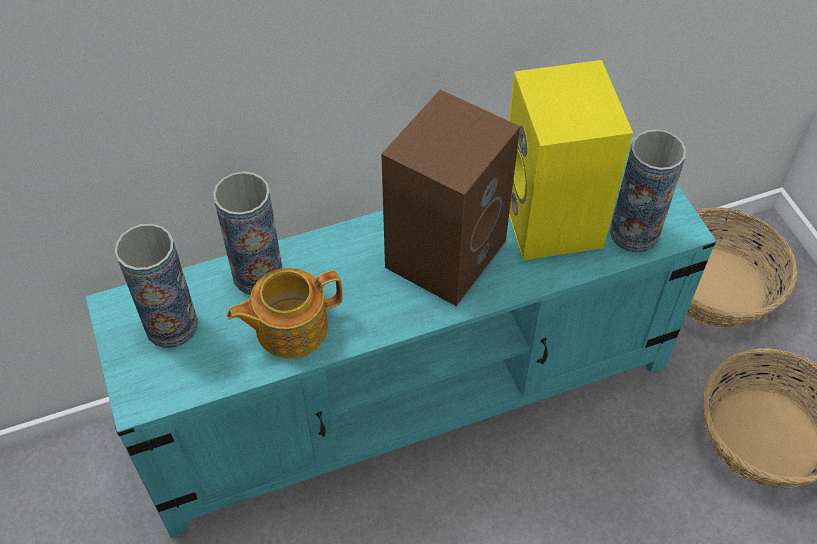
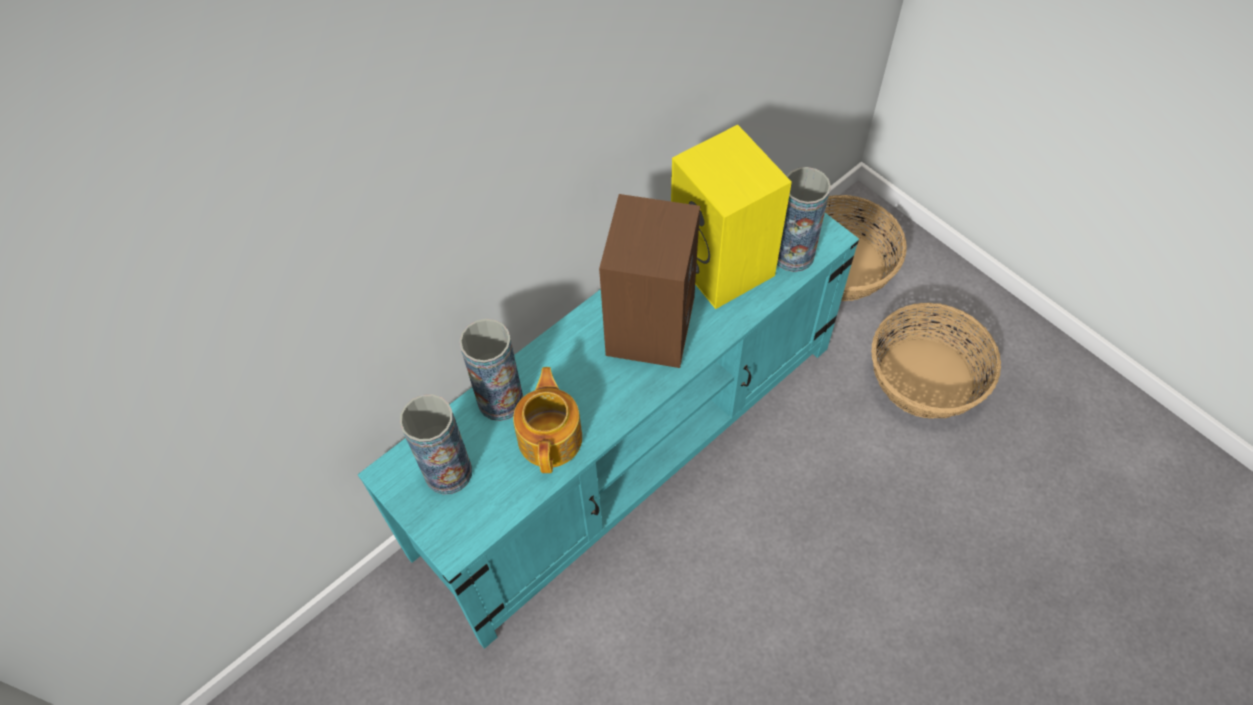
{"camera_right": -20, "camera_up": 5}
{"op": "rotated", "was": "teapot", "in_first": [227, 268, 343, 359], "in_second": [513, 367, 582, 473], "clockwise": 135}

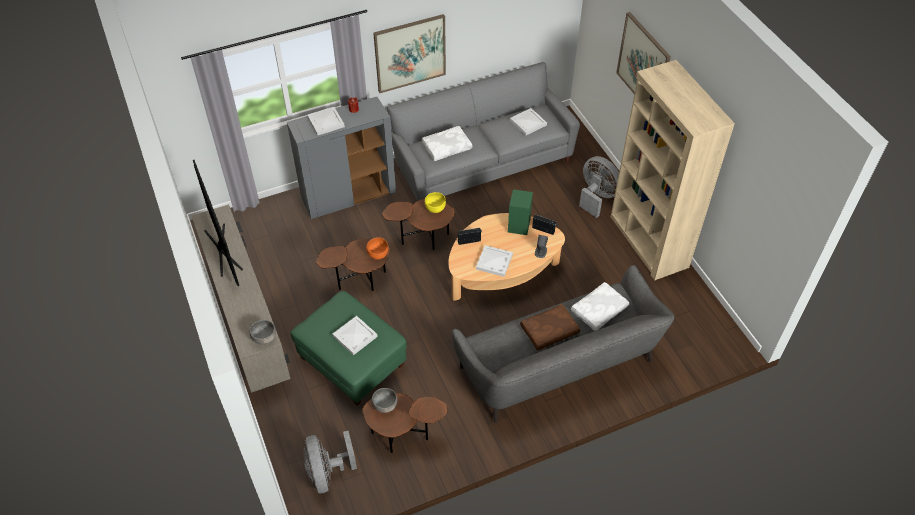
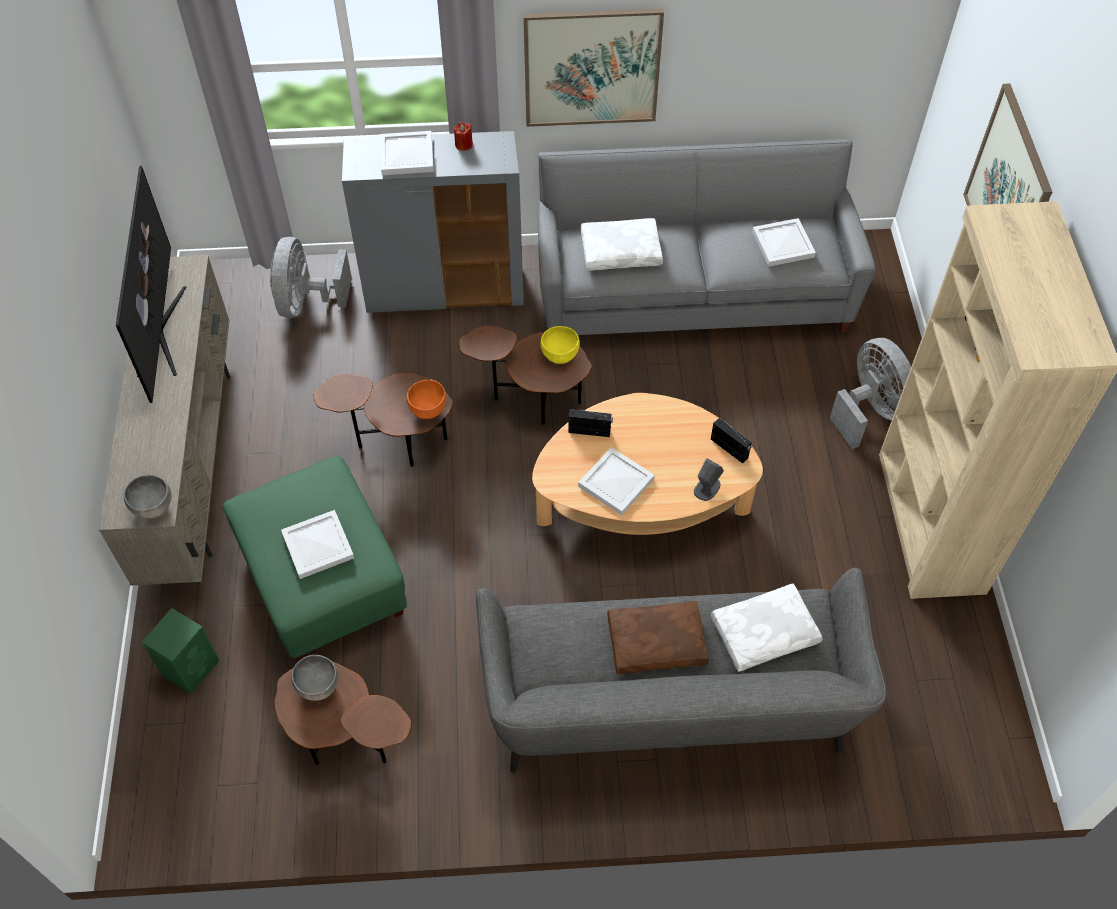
{"camera_right": 20, "camera_up": 5}
{"op": "shifted", "was": "speaker/green", "in_first": [508, 189, 533, 235], "in_second": [142, 608, 220, 694]}
{"op": "shifted", "was": "fan/grey", "in_first": [304, 431, 357, 493], "in_second": [270, 237, 352, 318]}

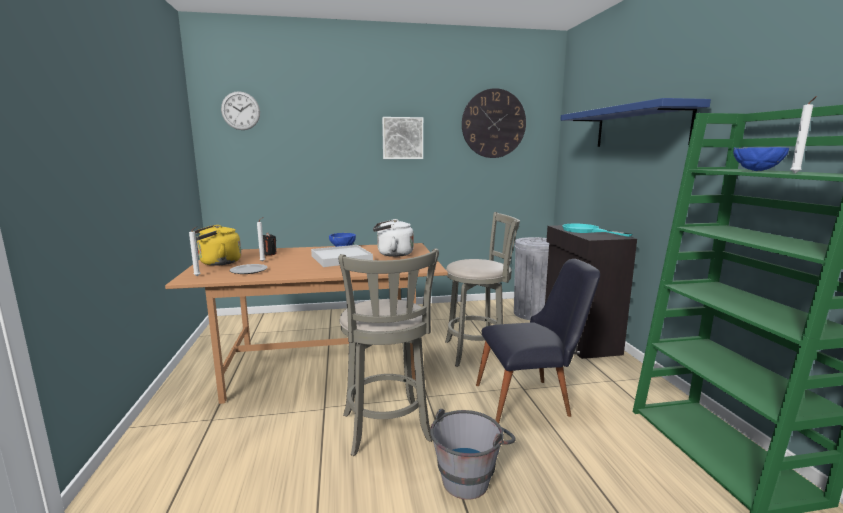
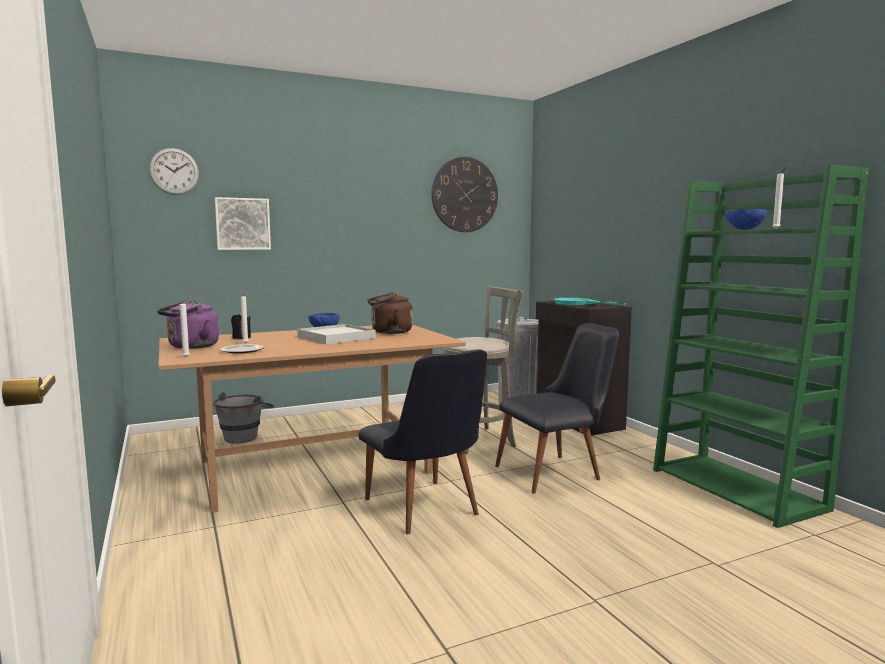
{"camera_right": -15, "camera_up": -5}
{"op": "repainted", "was": "kettle/yellow", "now": "kettle/purple", "in_first": [192, 225, 241, 266], "in_second": [157, 300, 219, 349]}
{"op": "shifted", "was": "bucket/grey", "in_first": [430, 409, 516, 500], "in_second": [213, 392, 274, 444]}
{"op": "shifted", "was": "picture", "in_first": [382, 117, 423, 159], "in_second": [215, 197, 271, 250]}
{"op": "swapped", "was": "stool/grey", "now": "chair/black", "in_first": [338, 248, 439, 456], "in_second": [358, 349, 487, 534]}
{"op": "repainted", "was": "kettle/white", "now": "kettle/brown", "in_first": [373, 219, 414, 257], "in_second": [367, 292, 413, 334]}
{"op": "gone", "was": "shelf/blue", "in_first": [560, 98, 711, 147]}

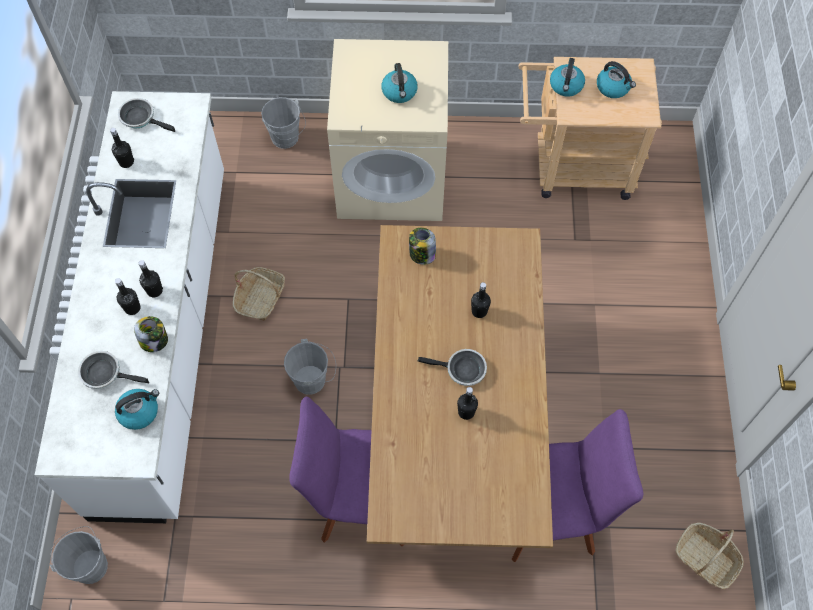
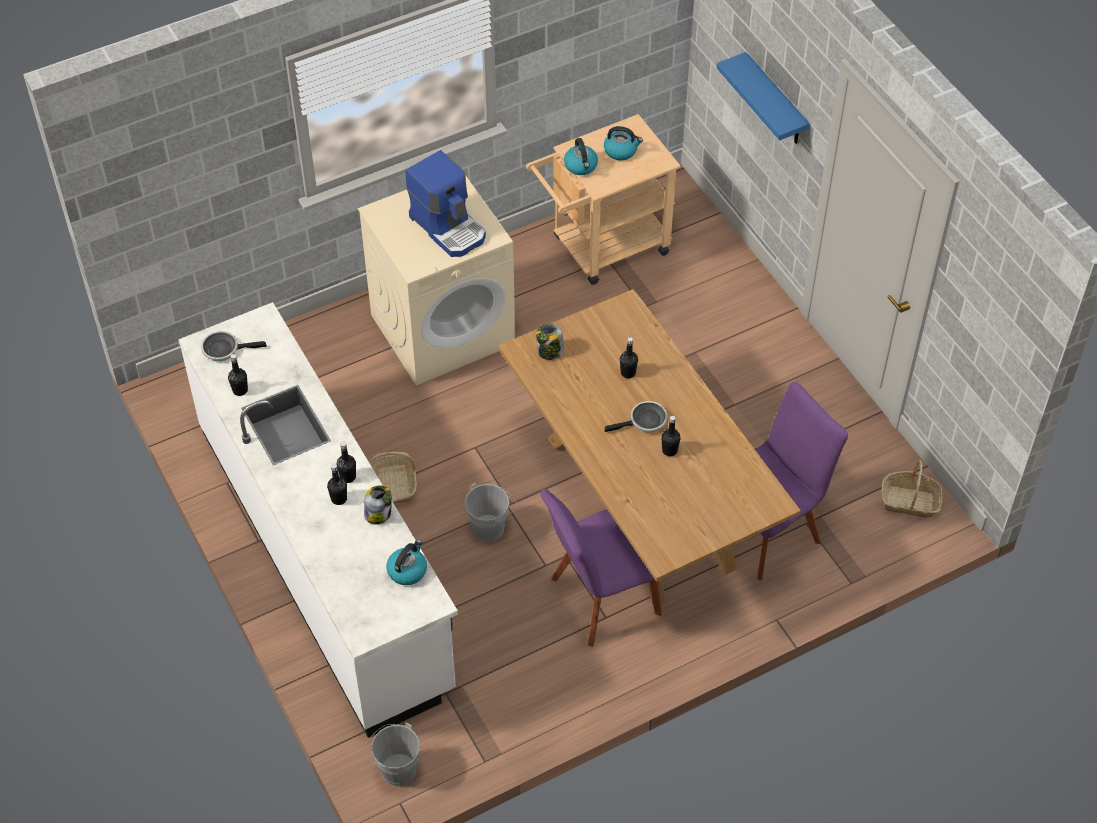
{"camera_right": -30, "camera_up": -10}
{"op": "swapped", "was": "kettle", "now": "coffee machine", "in_first": [381, 63, 418, 103], "in_second": [405, 150, 486, 257]}
{"op": "new", "now": "shelf/blue", "in_second": [717, 52, 810, 144]}
{"op": "gone", "was": "frying pan", "in_first": [78, 351, 149, 389]}
{"op": "gone", "was": "bucket/grey", "in_first": [261, 97, 306, 149]}

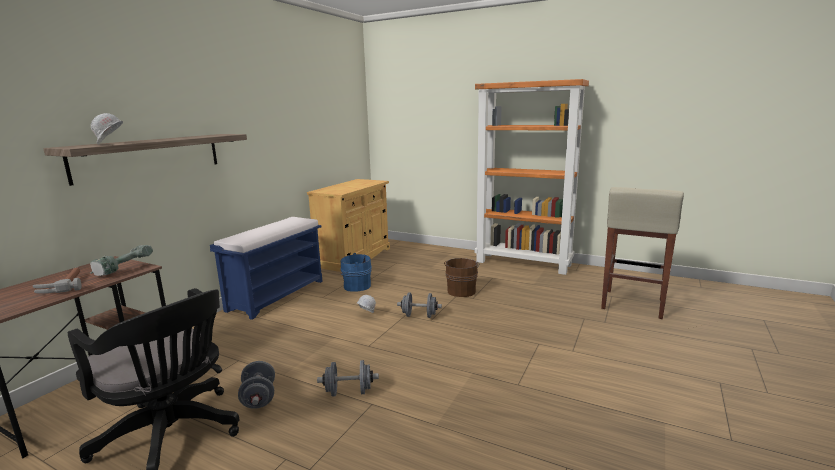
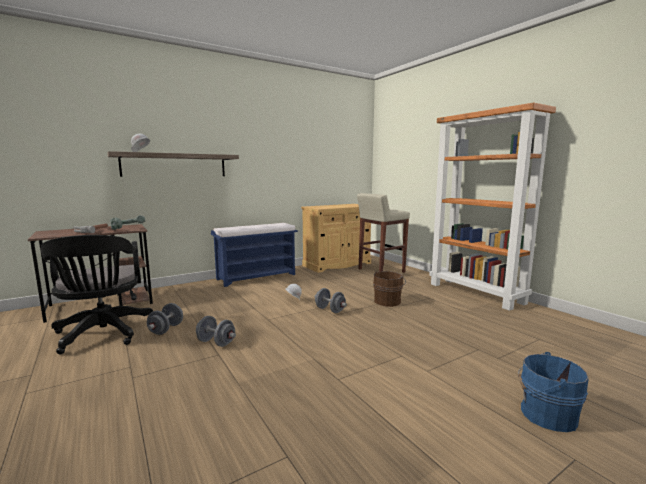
{"camera_right": 30, "camera_up": -5}
{"op": "shifted", "was": "stool/beige", "in_first": [601, 187, 684, 319], "in_second": [357, 193, 410, 273]}
{"op": "shifted", "was": "bucket/blue", "in_first": [340, 253, 372, 292], "in_second": [518, 352, 589, 432]}

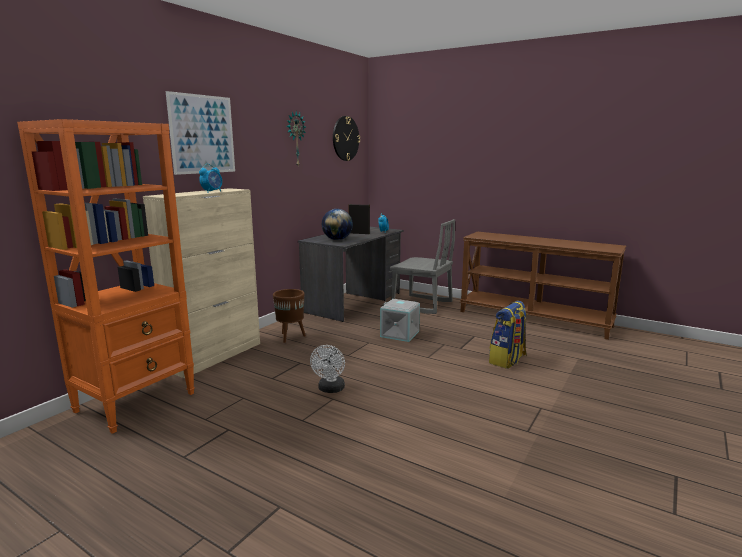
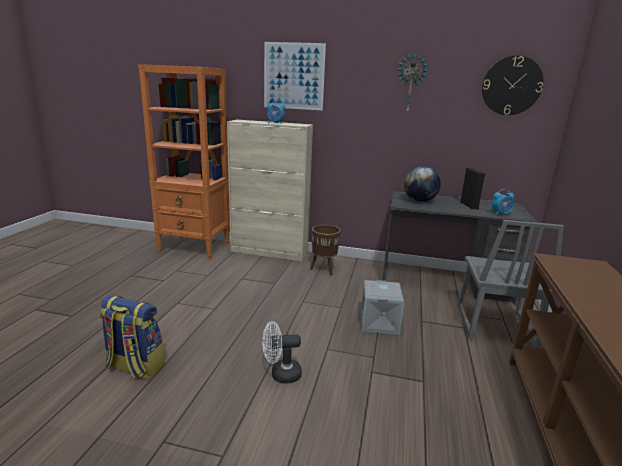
{"camera_right": 70, "camera_up": 5}
{"op": "shifted", "was": "backpack", "in_first": [489, 301, 527, 369], "in_second": [100, 295, 165, 380]}
{"op": "shifted", "was": "fan/white", "in_first": [310, 345, 345, 393], "in_second": [262, 321, 302, 383]}

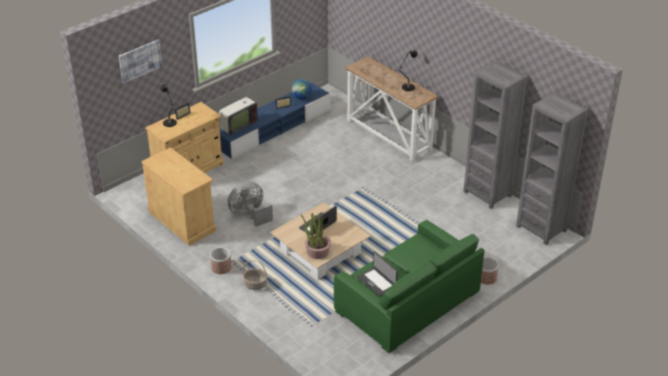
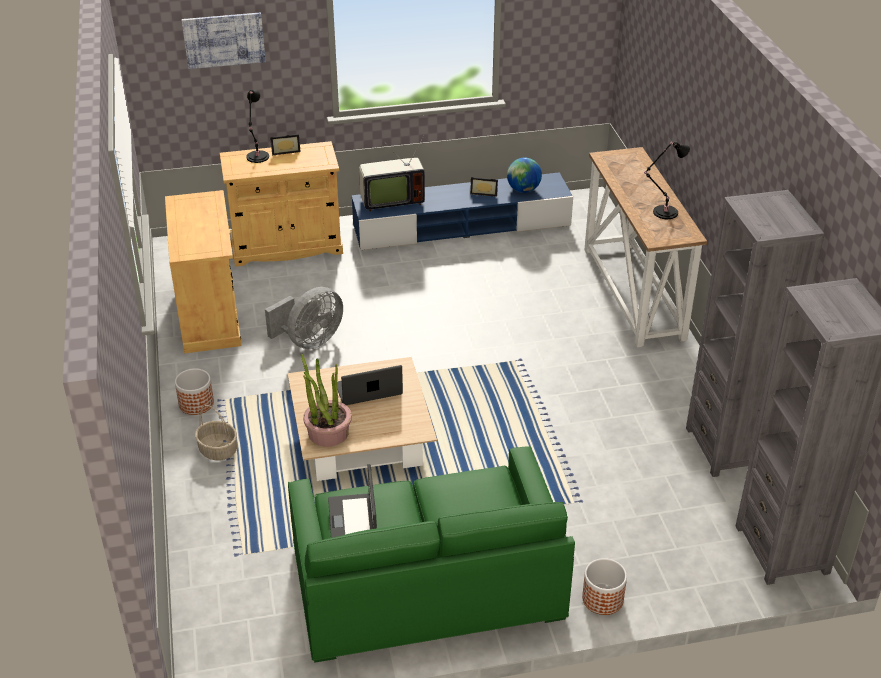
{"camera_right": 30, "camera_up": 0}
{"op": "rotated", "was": "fan/grey", "in_first": [227, 181, 273, 227], "in_second": [265, 287, 343, 349], "clockwise": 135}

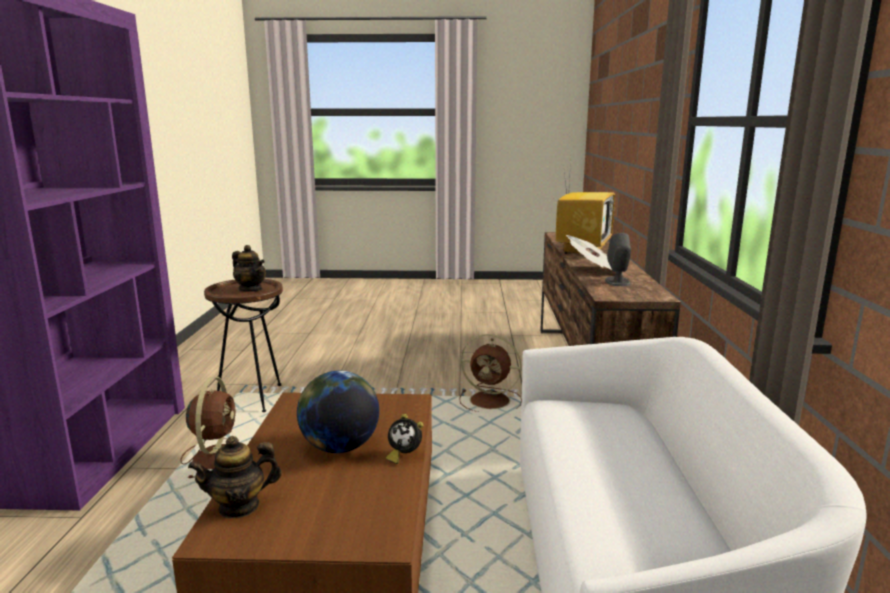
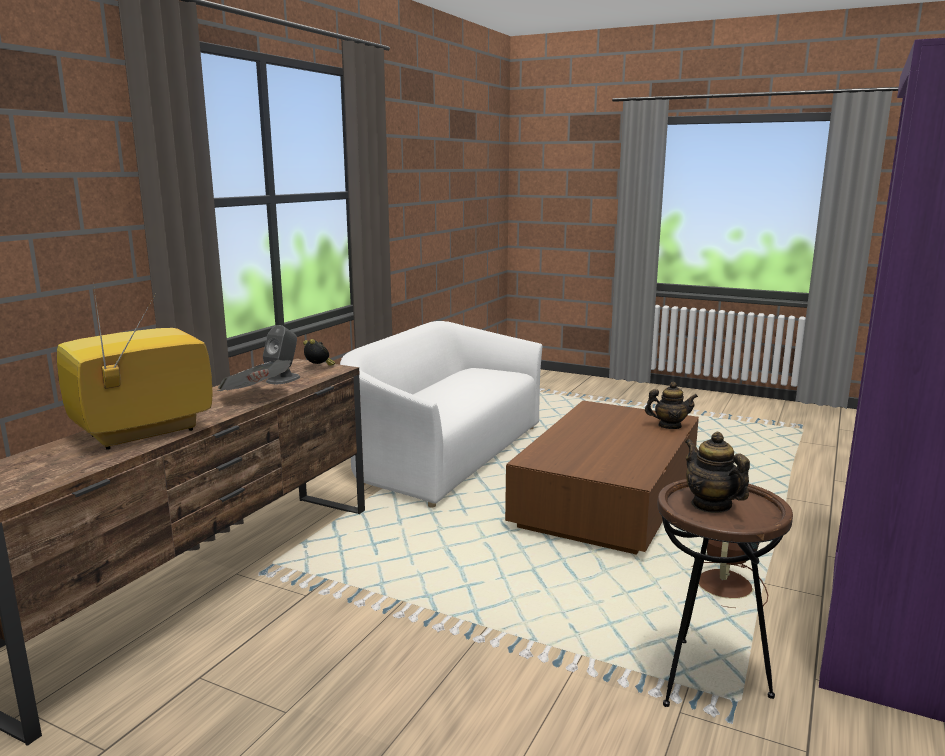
{"camera_right": -155, "camera_up": 0}
{"op": "shifted", "was": "alarm clock", "in_first": [386, 414, 423, 464], "in_second": [303, 339, 335, 366]}
{"op": "gone", "was": "globe", "in_first": [297, 371, 379, 453]}
{"op": "gone", "was": "fan/brown", "in_first": [459, 334, 522, 412]}

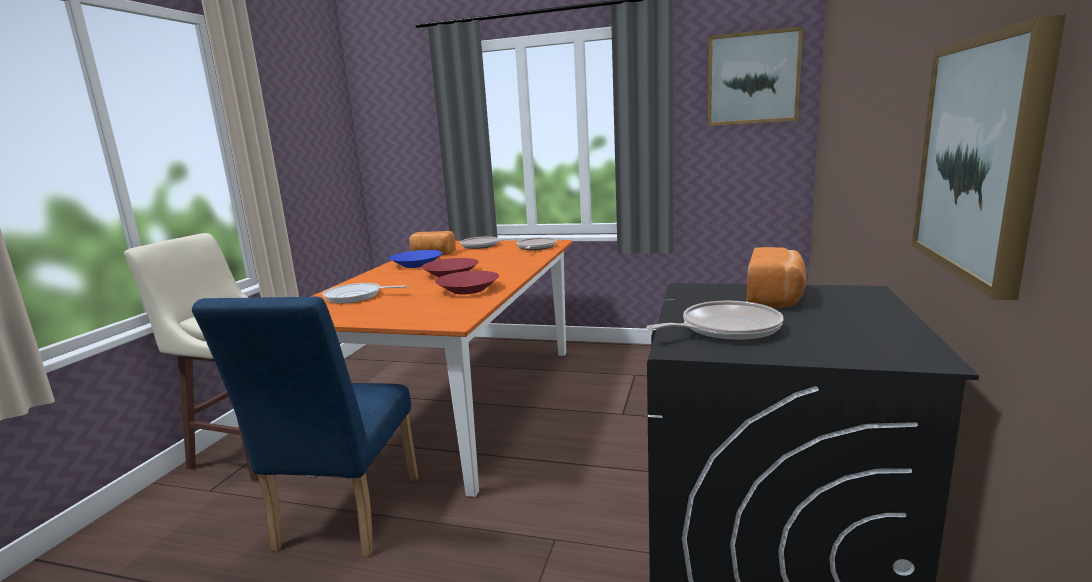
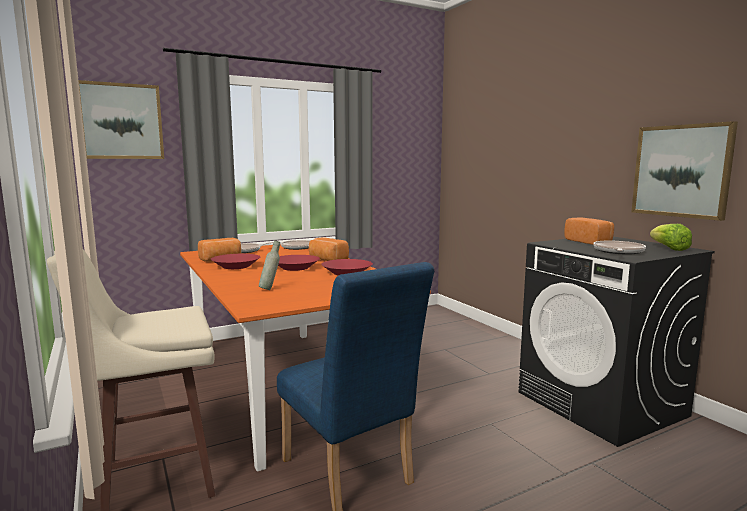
{"camera_right": -45, "camera_up": -5}
{"op": "shifted", "was": "picture", "in_first": [708, 26, 803, 126], "in_second": [78, 80, 164, 159]}
{"op": "repainted", "was": "bowl/blue", "now": "bowl/red", "in_first": [389, 250, 442, 268], "in_second": [211, 254, 260, 269]}
{"op": "swapped", "was": "frying pan", "now": "bottle/grey", "in_first": [322, 283, 407, 303], "in_second": [259, 240, 280, 290]}
{"op": "new", "now": "bread", "in_second": [309, 238, 349, 261]}
{"op": "new", "now": "lettuce", "in_second": [650, 224, 692, 251]}

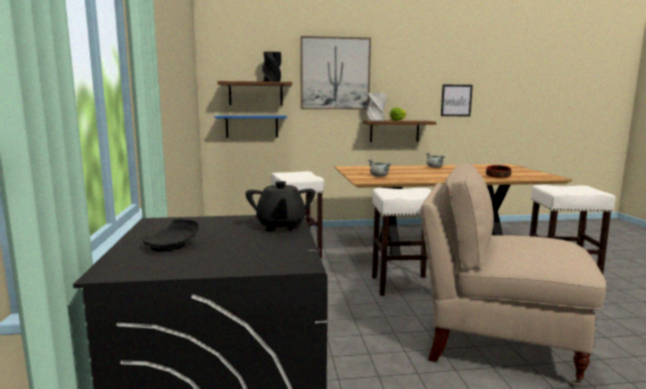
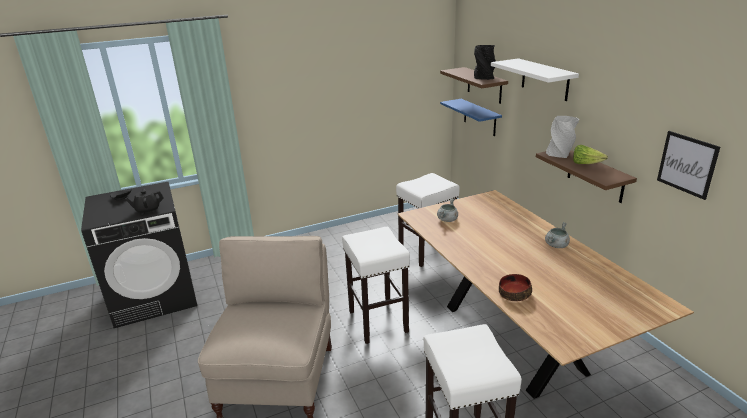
{"camera_right": 75, "camera_up": 15}
{"op": "swapped", "was": "picture", "now": "shelf/white", "in_first": [300, 36, 371, 109], "in_second": [491, 58, 579, 101]}

